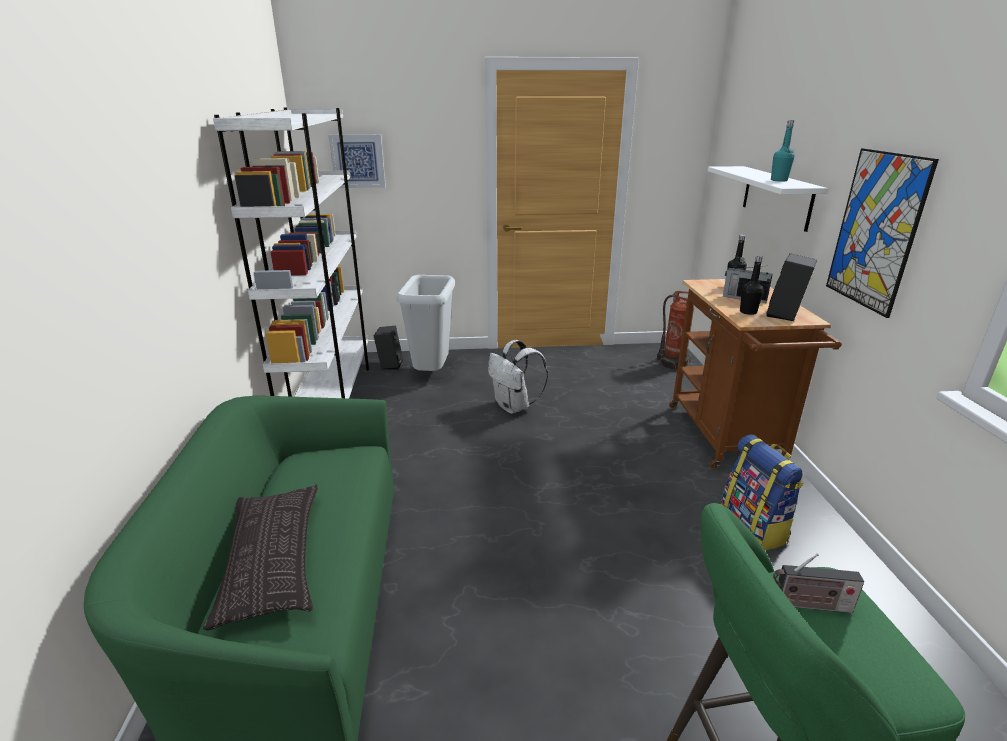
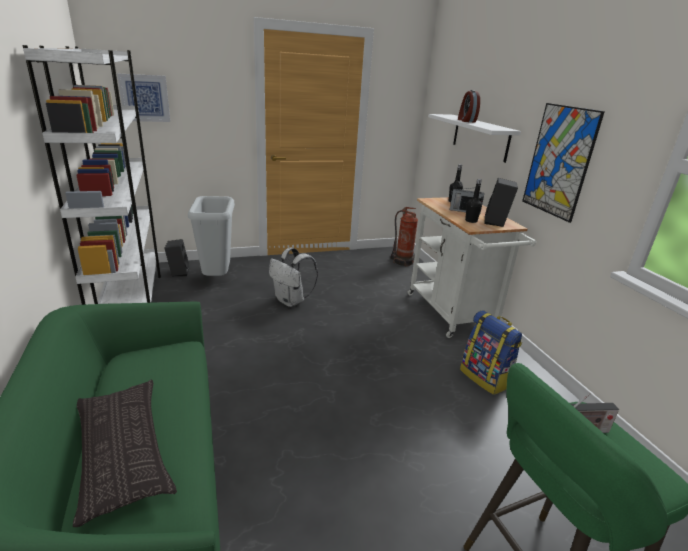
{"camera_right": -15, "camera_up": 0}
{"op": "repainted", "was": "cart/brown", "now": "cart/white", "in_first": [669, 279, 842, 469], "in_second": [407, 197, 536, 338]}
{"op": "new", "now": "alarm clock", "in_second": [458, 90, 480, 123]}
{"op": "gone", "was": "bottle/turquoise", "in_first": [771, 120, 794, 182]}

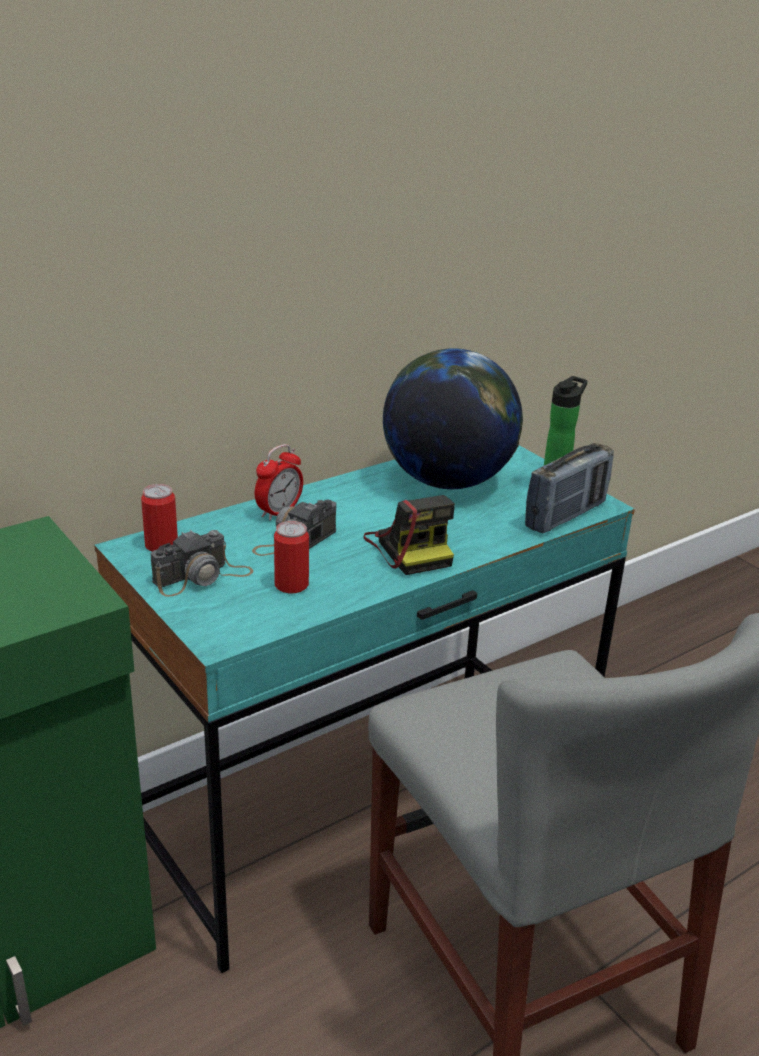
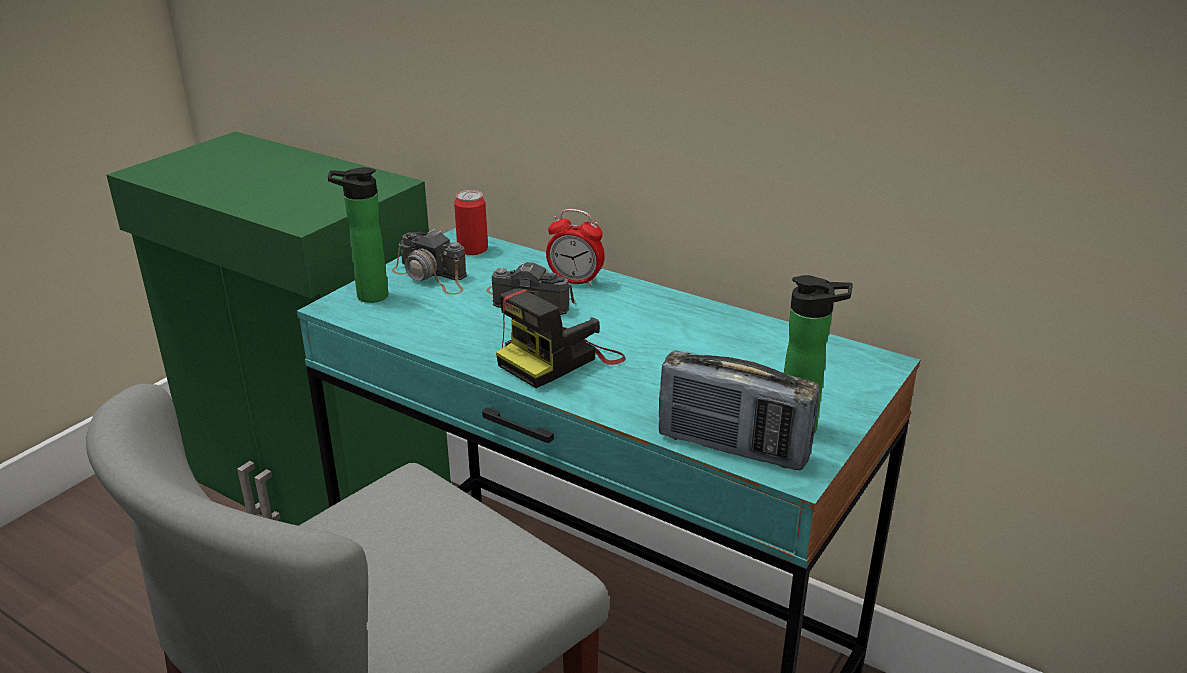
{"camera_right": 70, "camera_up": 0}
{"op": "new", "now": "bottle", "in_second": [328, 167, 388, 303]}
{"op": "gone", "was": "can", "in_first": [274, 521, 309, 593]}
{"op": "gone", "was": "globe", "in_first": [383, 348, 523, 489]}

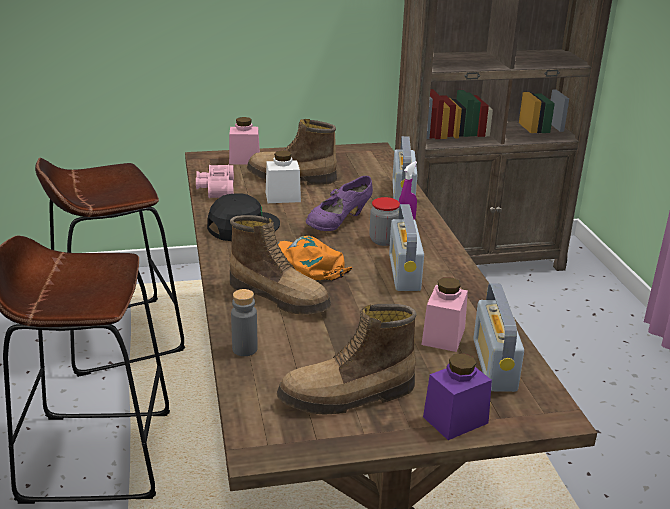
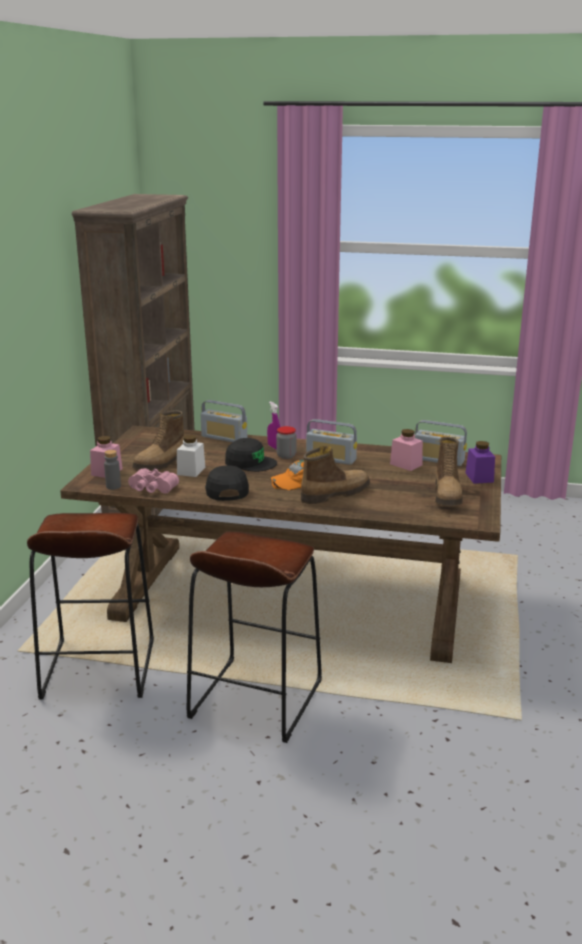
{"camera_right": -65, "camera_up": -5}
{"op": "shifted", "was": "bottle/grey", "in_first": [231, 289, 257, 356], "in_second": [104, 450, 121, 490]}
{"op": "swapped", "was": "shoe/purple", "now": "cap/black", "in_first": [306, 176, 373, 231], "in_second": [225, 438, 277, 472]}

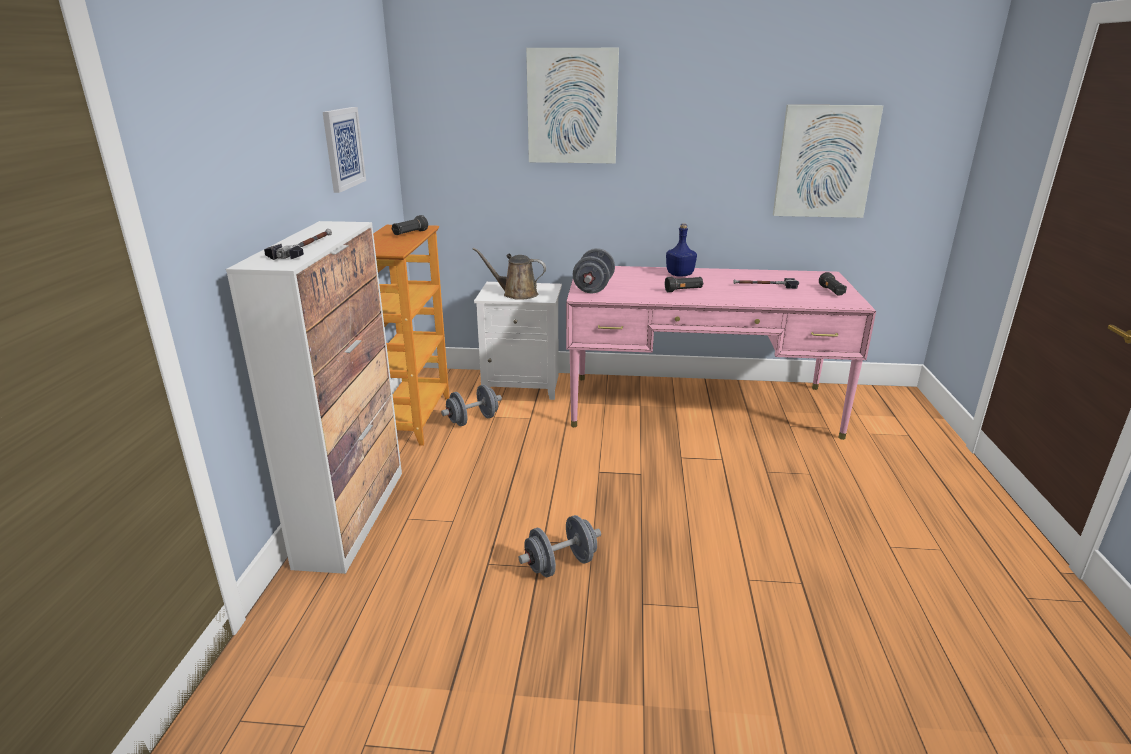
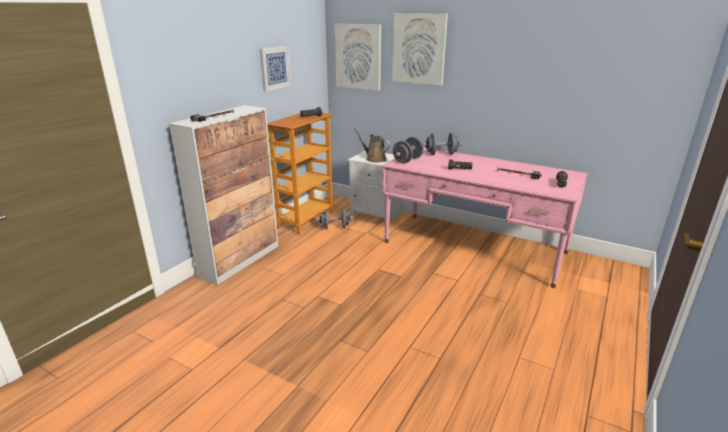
{"camera_right": 25, "camera_up": 0}
{"op": "shifted", "was": "picture", "in_first": [773, 105, 883, 218], "in_second": [335, 24, 381, 91]}
{"op": "shifted", "was": "dumbbell/grey", "in_first": [518, 515, 601, 577], "in_second": [422, 133, 462, 155]}
{"op": "gone", "was": "bottle/blue", "in_first": [666, 223, 697, 277]}

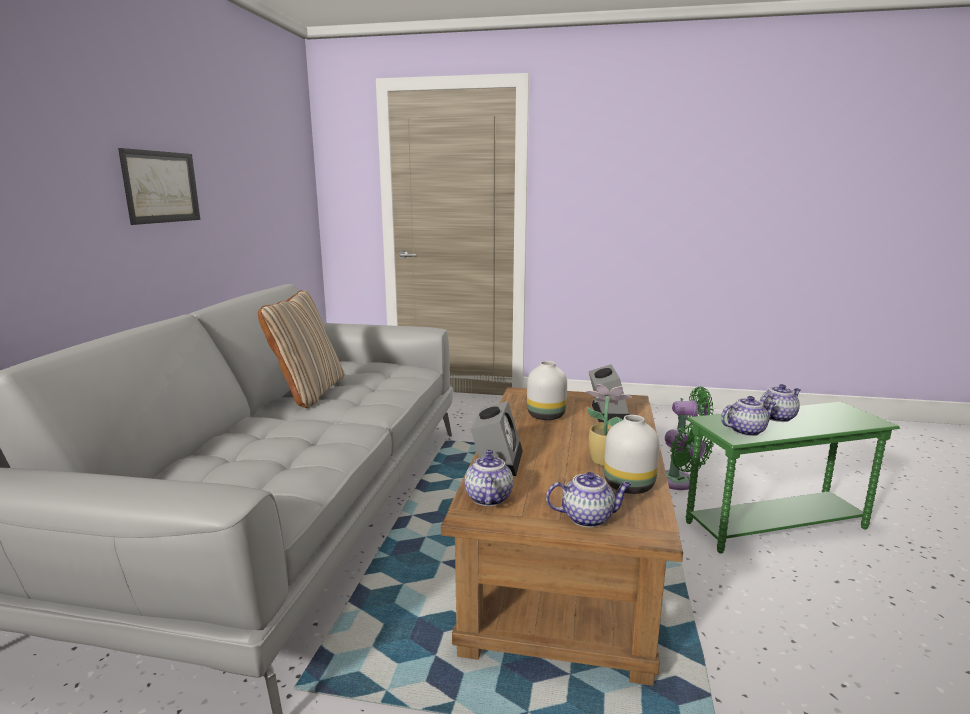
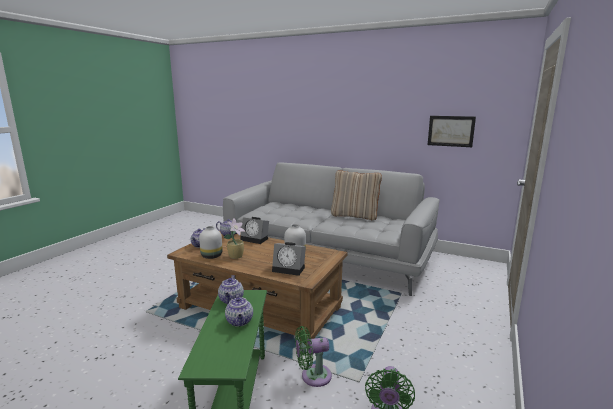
{"camera_right": 105, "camera_up": 0}
{"op": "shifted", "was": "picture", "in_first": [118, 148, 200, 225], "in_second": [428, 116, 476, 147]}

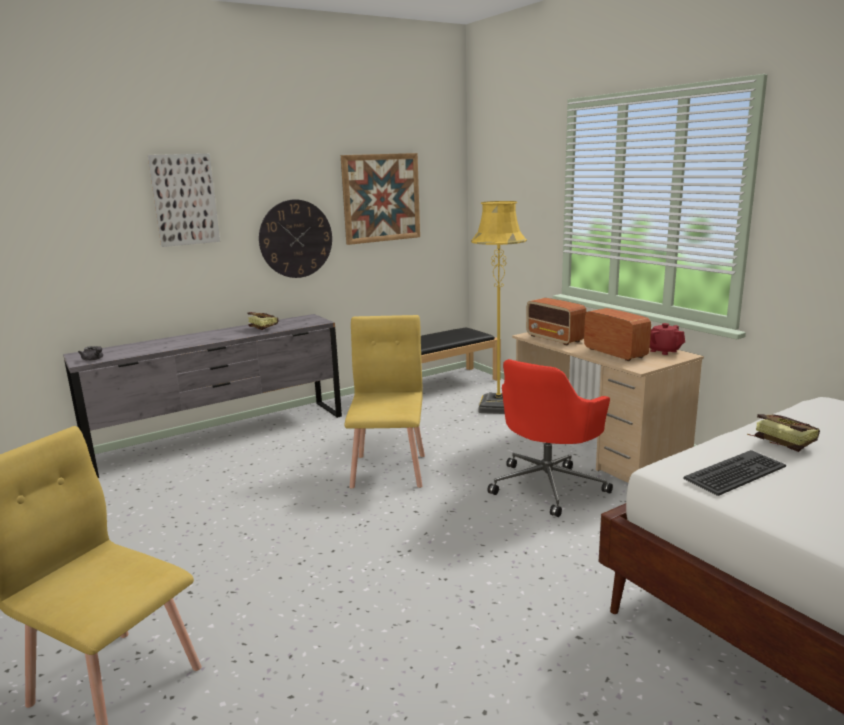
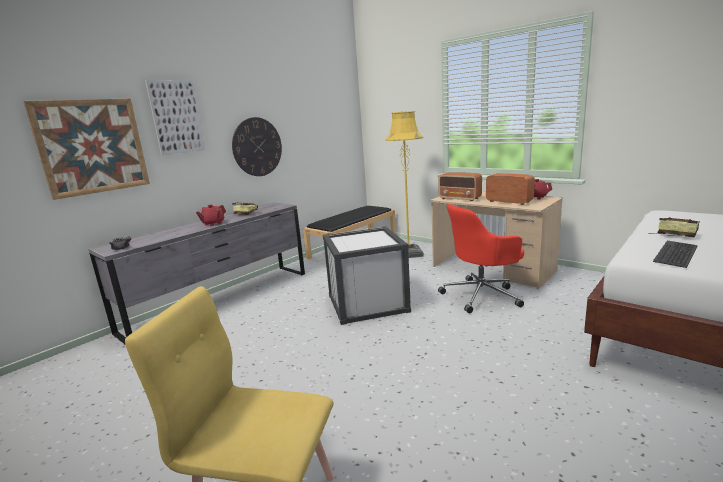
{"camera_right": -15, "camera_up": 0}
{"op": "shifted", "was": "picture", "in_first": [341, 153, 420, 245], "in_second": [23, 99, 150, 200]}
{"op": "new", "now": "teapot/red", "in_second": [196, 204, 226, 226]}
{"op": "swapped", "was": "chair/yellow", "now": "storage box/white", "in_first": [345, 315, 425, 488], "in_second": [323, 226, 411, 325]}
{"op": "rotated", "was": "office chair/red", "in_first": [487, 359, 613, 517], "in_second": [438, 204, 524, 313], "clockwise": 45}

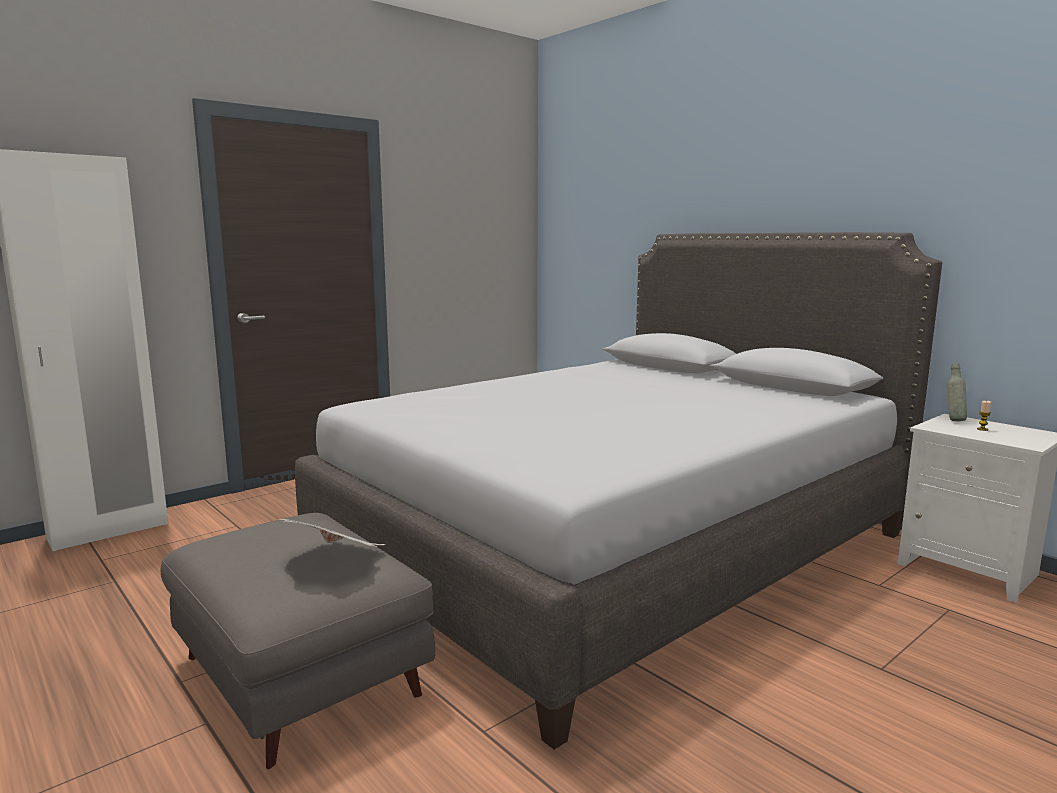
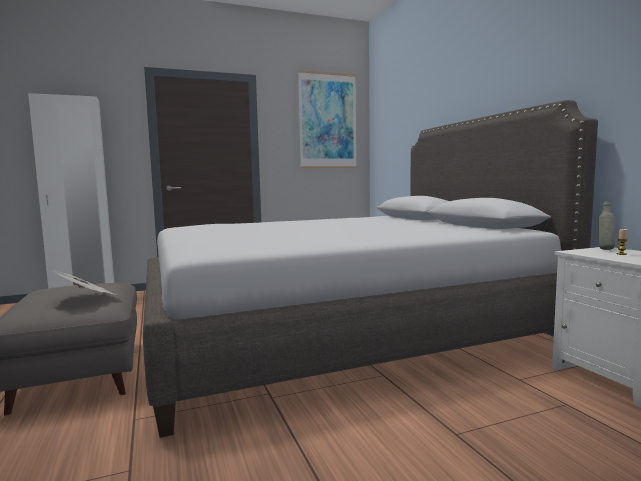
{"camera_right": 20, "camera_up": -5}
{"op": "new", "now": "picture", "in_second": [298, 70, 357, 168]}

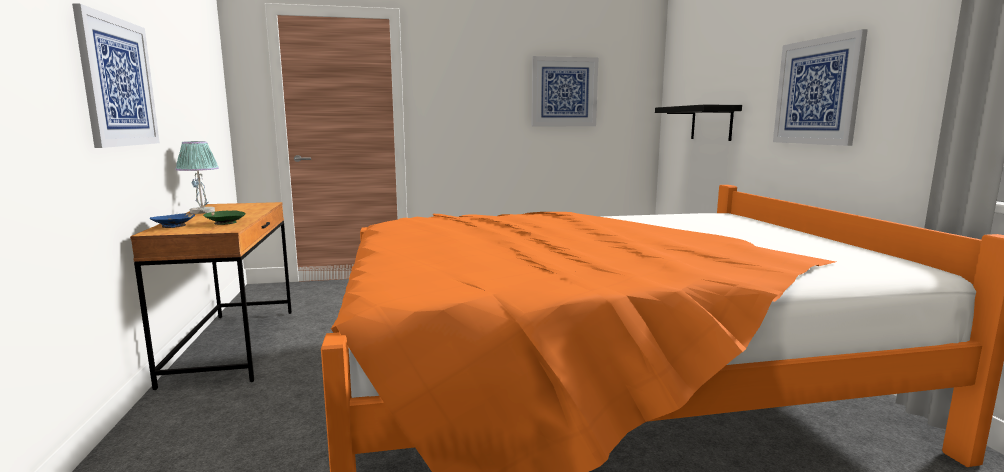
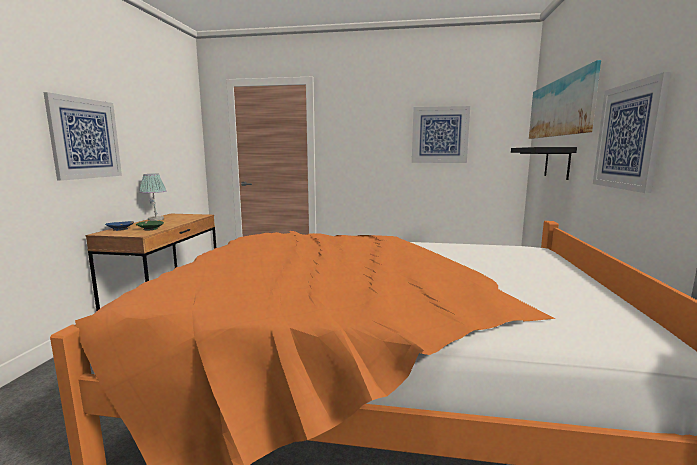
{"camera_right": 20, "camera_up": 0}
{"op": "new", "now": "picture", "in_second": [529, 60, 601, 139]}

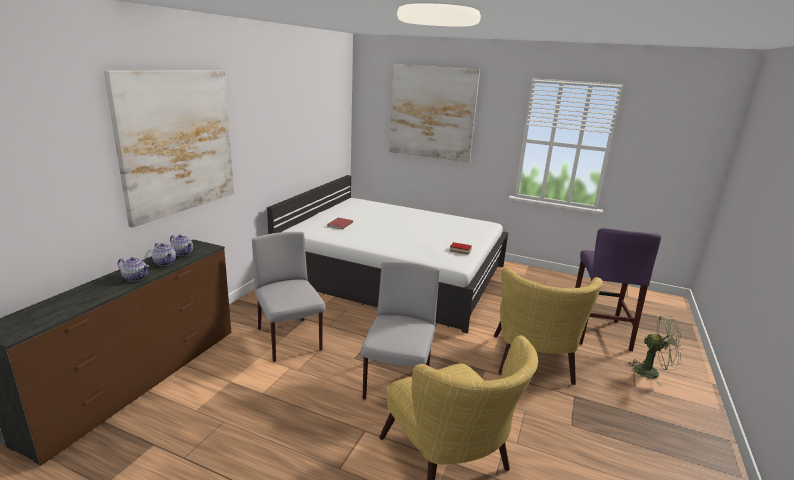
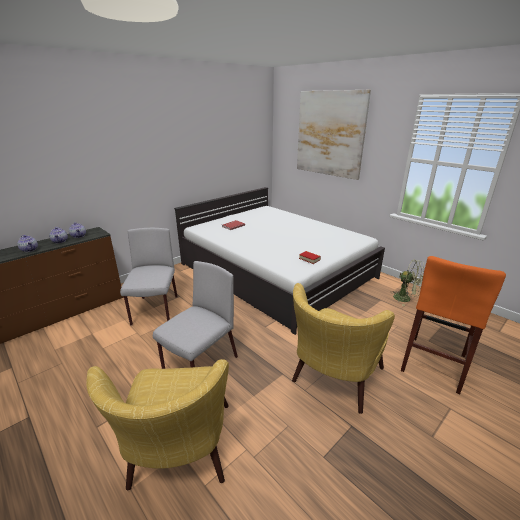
{"camera_right": 25, "camera_up": 5}
{"op": "shifted", "was": "fan/green", "in_first": [625, 316, 682, 386], "in_second": [390, 260, 425, 306]}
{"op": "repainted", "was": "stool/purple", "now": "stool/orange", "in_first": [575, 228, 661, 351], "in_second": [401, 256, 506, 394]}
{"op": "gone", "was": "picture", "in_first": [104, 70, 234, 227]}

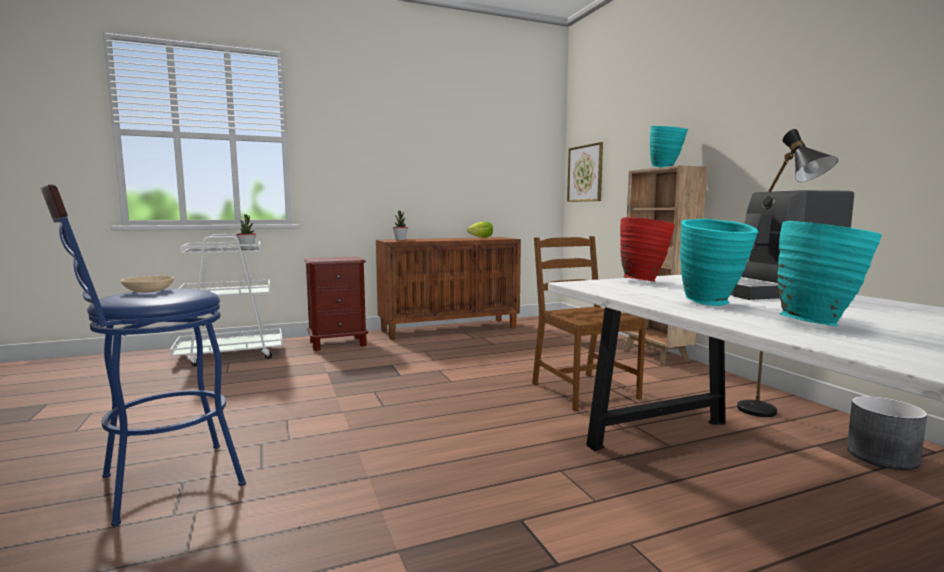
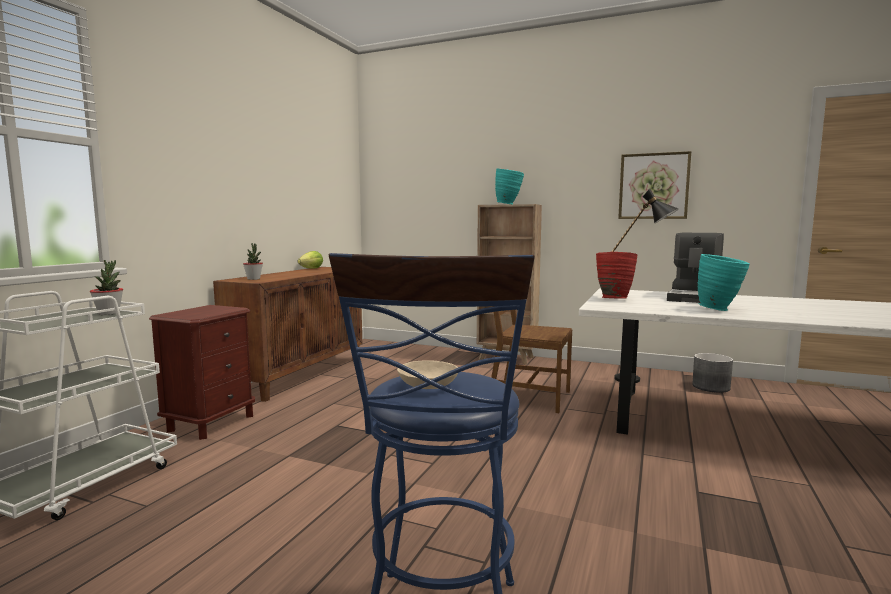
{"camera_right": -45, "camera_up": 0}
{"op": "shifted", "was": "picture", "in_first": [567, 142, 603, 202], "in_second": [618, 151, 691, 219]}
{"op": "gone", "was": "vase/turquoise", "in_first": [777, 221, 882, 327]}

